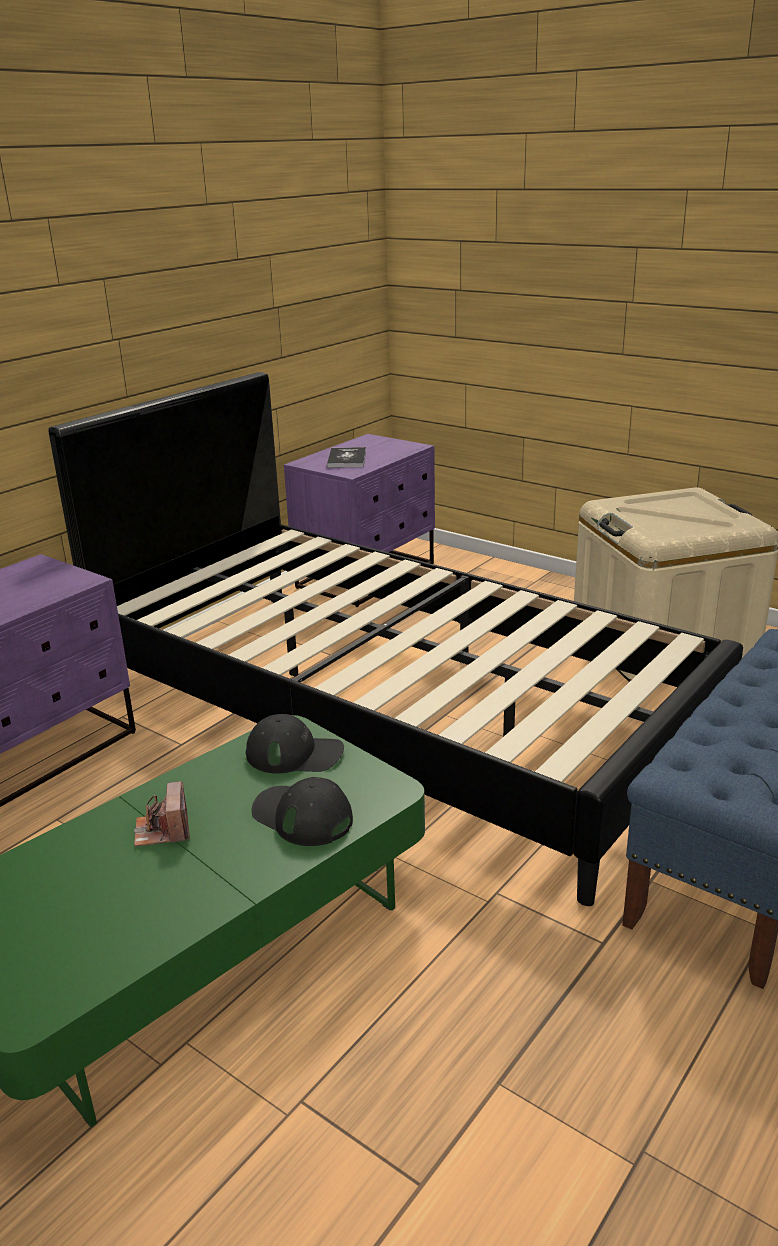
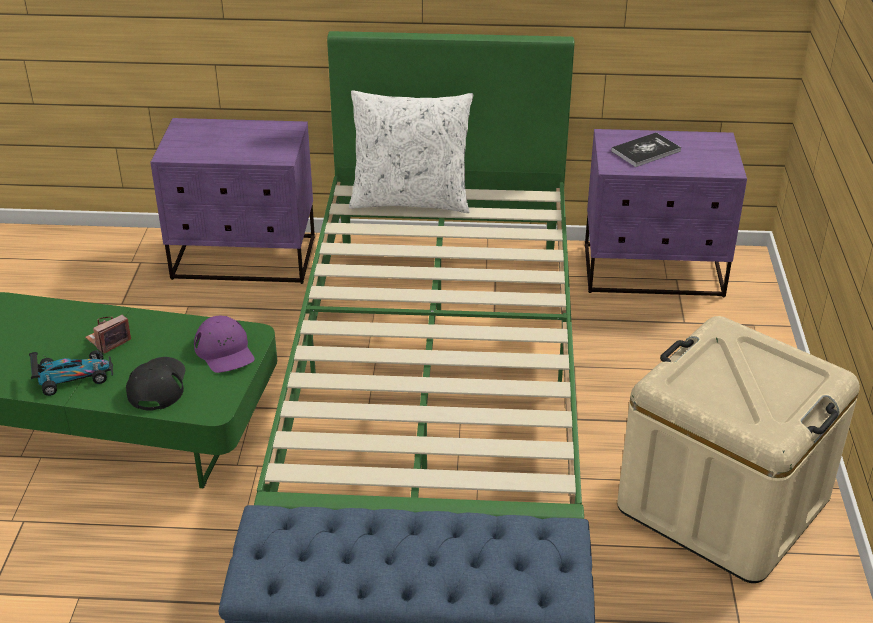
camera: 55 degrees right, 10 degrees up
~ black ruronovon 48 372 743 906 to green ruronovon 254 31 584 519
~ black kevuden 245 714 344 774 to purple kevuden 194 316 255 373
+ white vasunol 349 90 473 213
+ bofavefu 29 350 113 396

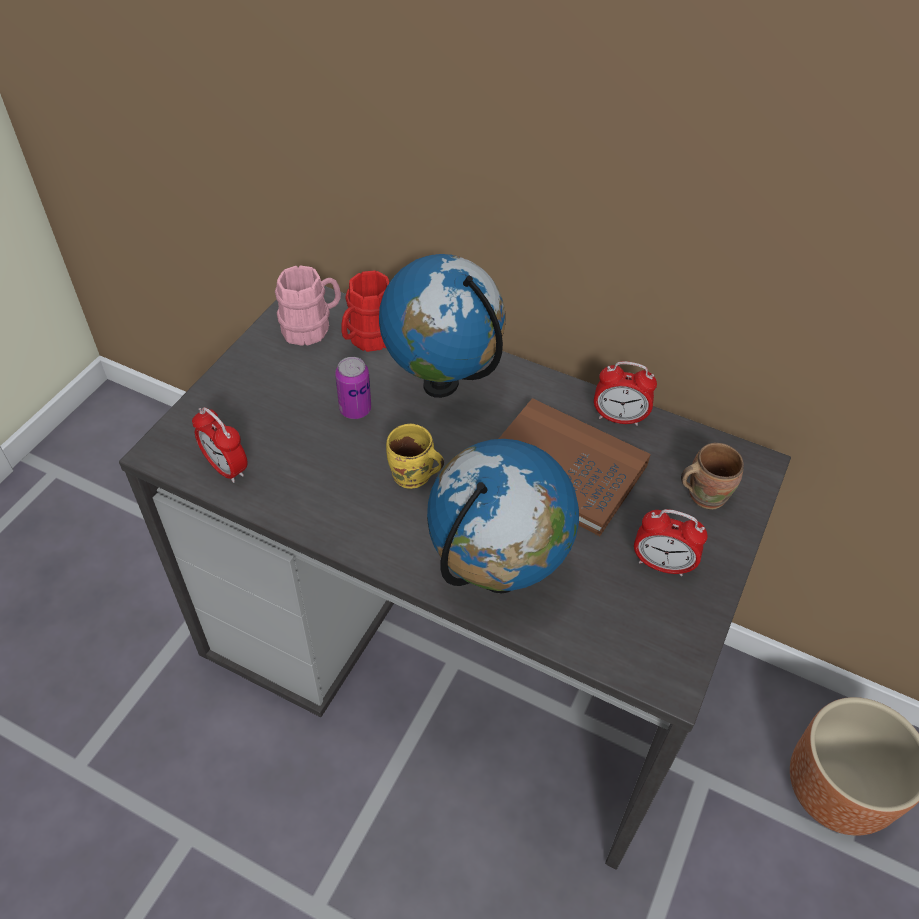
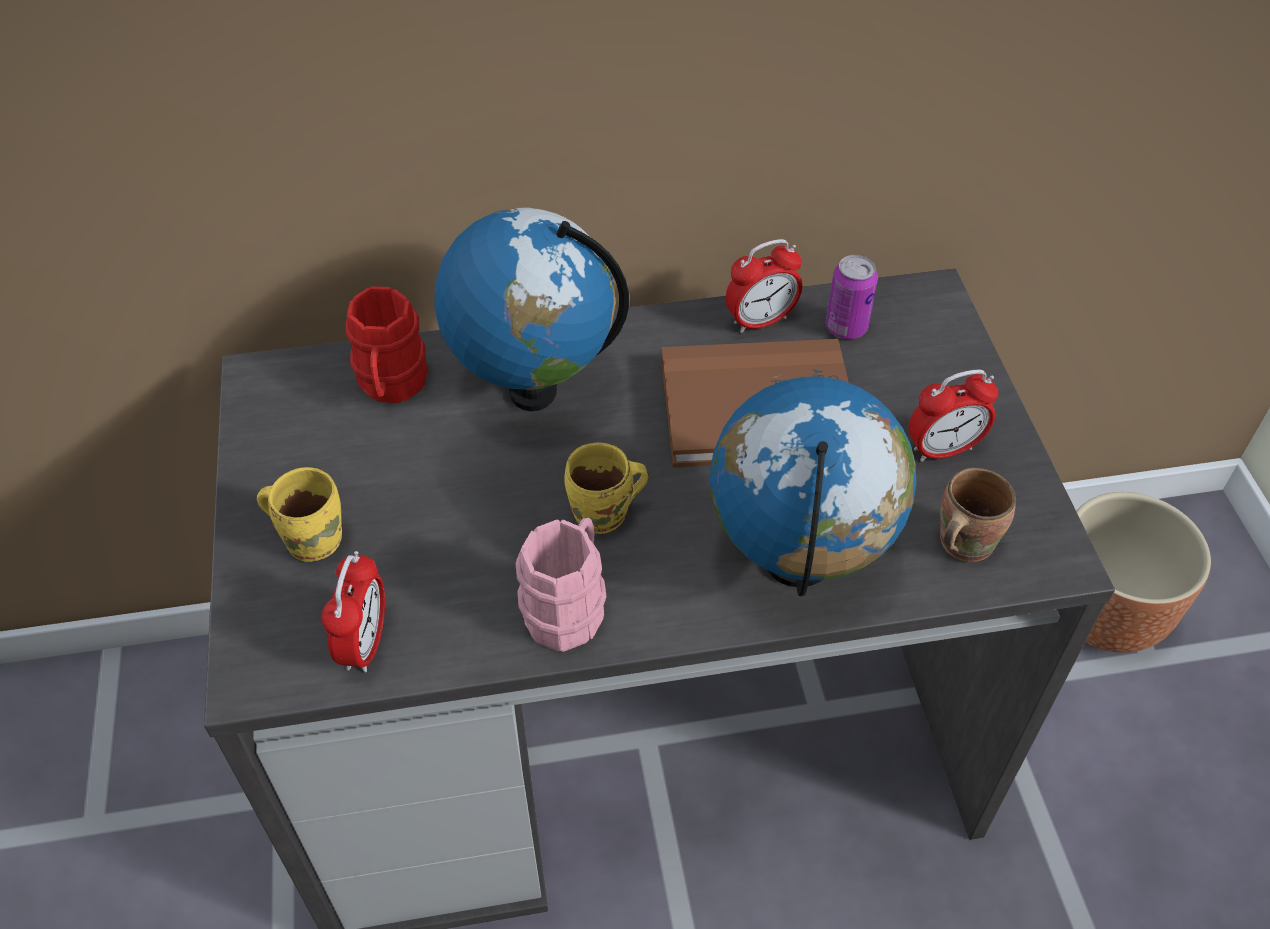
camera: 35 degrees left, 0 degrees up
~ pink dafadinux 275 265 341 346 to 516 518 606 652
~ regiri 335 357 371 419 to 826 255 878 339
~ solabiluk 192 407 248 483 = 321 551 385 673 90 degrees counterclockwise
~ brown dafadinux 681 443 744 509 to 940 468 1016 562
+ yellow dafadinux 257 467 342 562

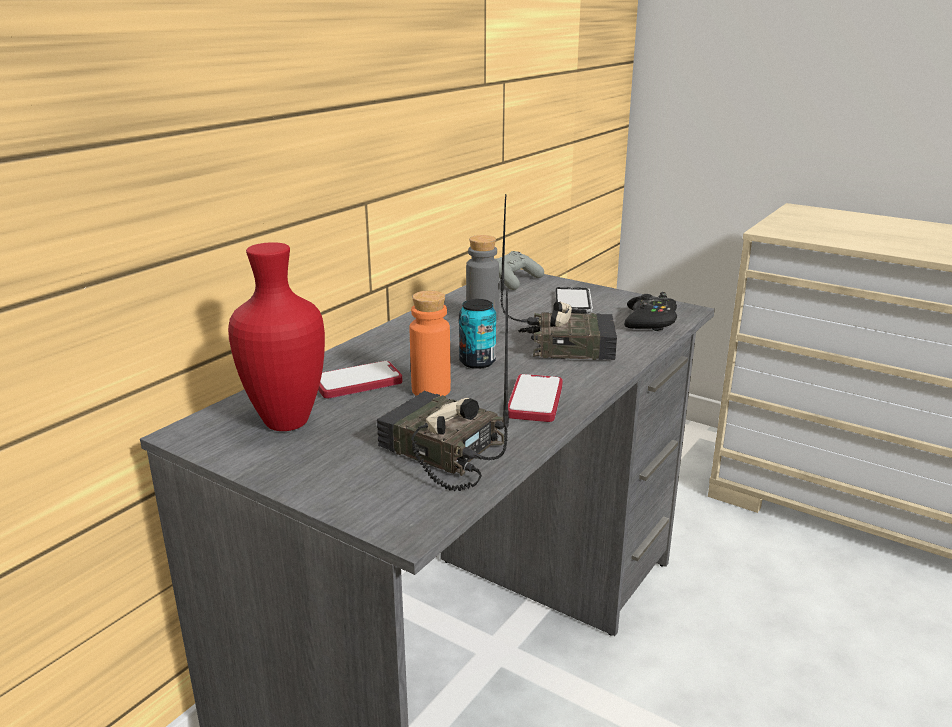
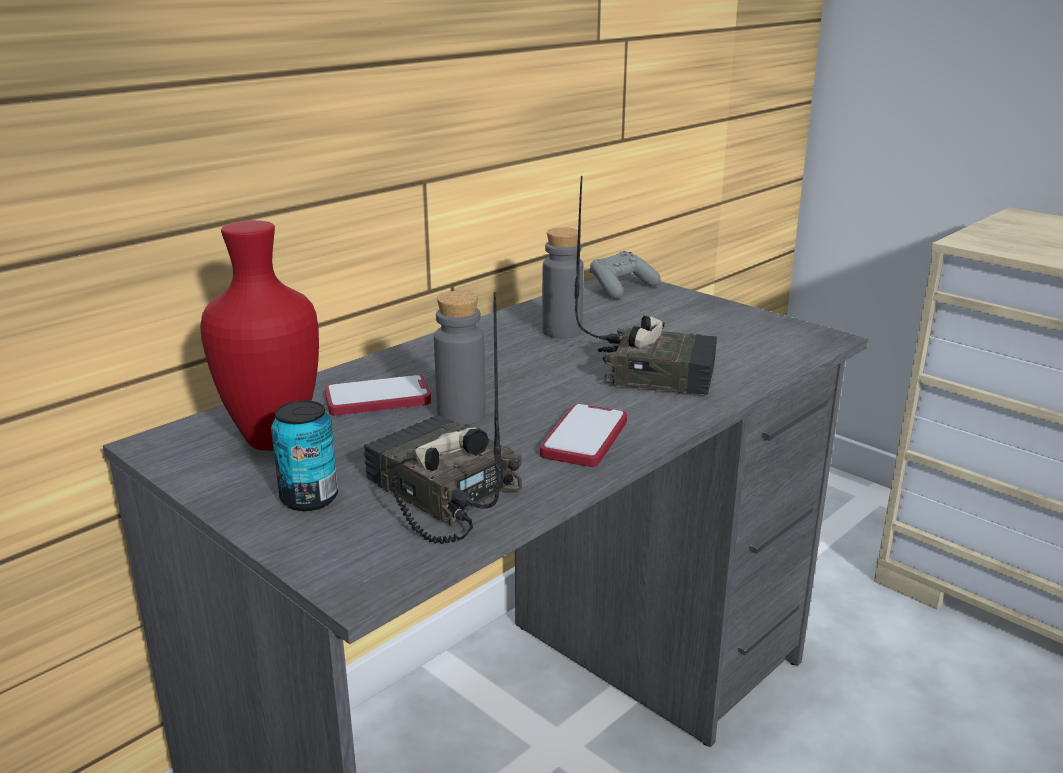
camera: 10 degrees right, 0 degrees up
- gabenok 556 287 593 314
~ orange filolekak 409 291 451 396 to grey filolekak 434 291 486 426
- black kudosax 624 292 677 331
~ regiri 459 299 496 369 to 271 400 338 511

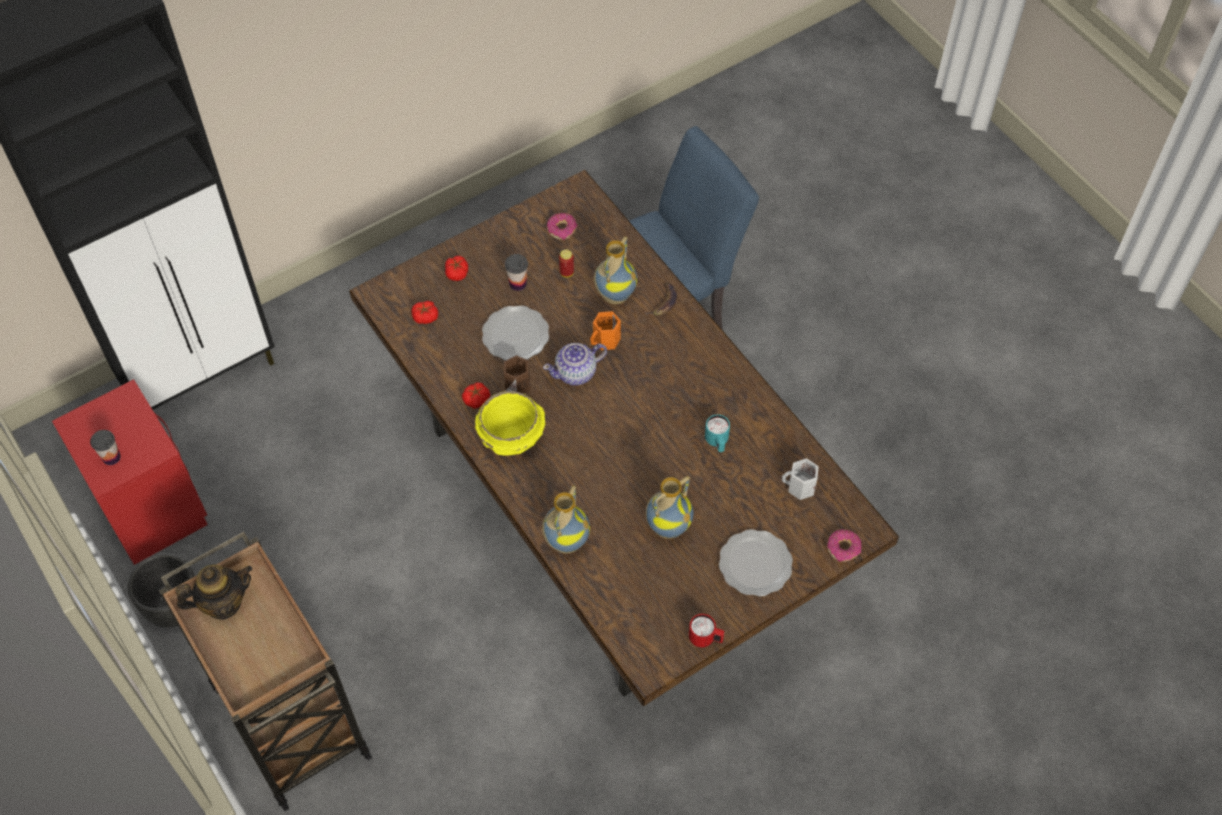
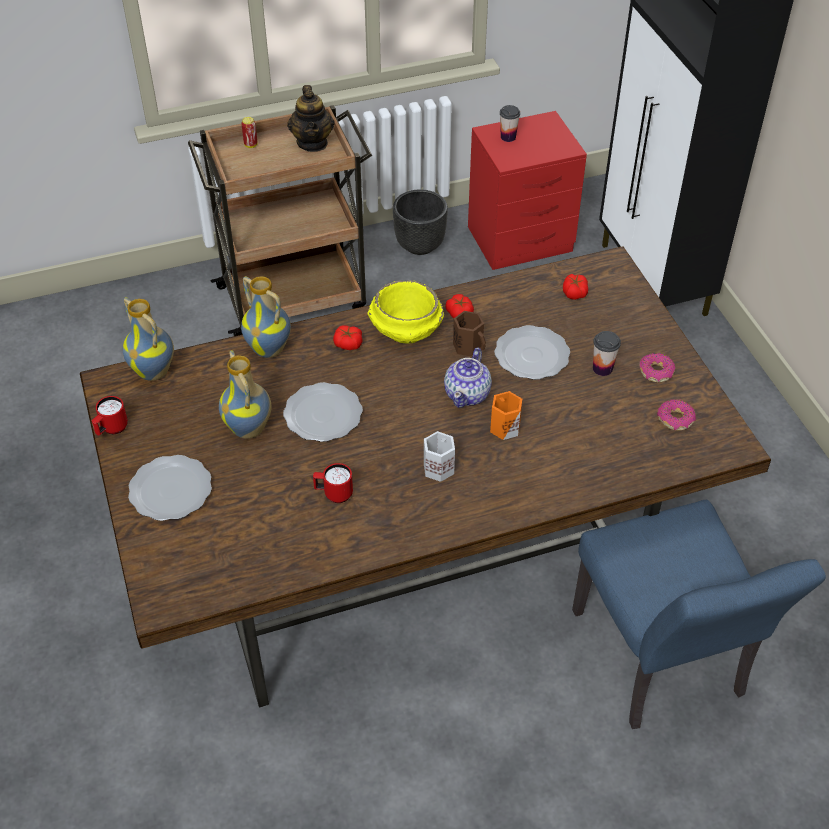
camera: 105 degrees right, 10 degrees down
~ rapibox 594 236 637 304 to 123 297 174 381
~ regiri 559 249 574 278 to 241 117 257 148
~ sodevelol 445 256 468 281 to 333 325 363 350
- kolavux 645 283 677 316
~ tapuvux 543 343 607 385 = 444 347 492 408 150 degrees counterclockwise
~ turquoise dafadinux 705 414 730 452 to red dafadinux 313 463 353 503
~ white dafadinux 782 458 819 500 to 424 431 455 482
~ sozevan 827 529 861 562 to 640 353 675 382
+ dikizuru 283 382 363 442

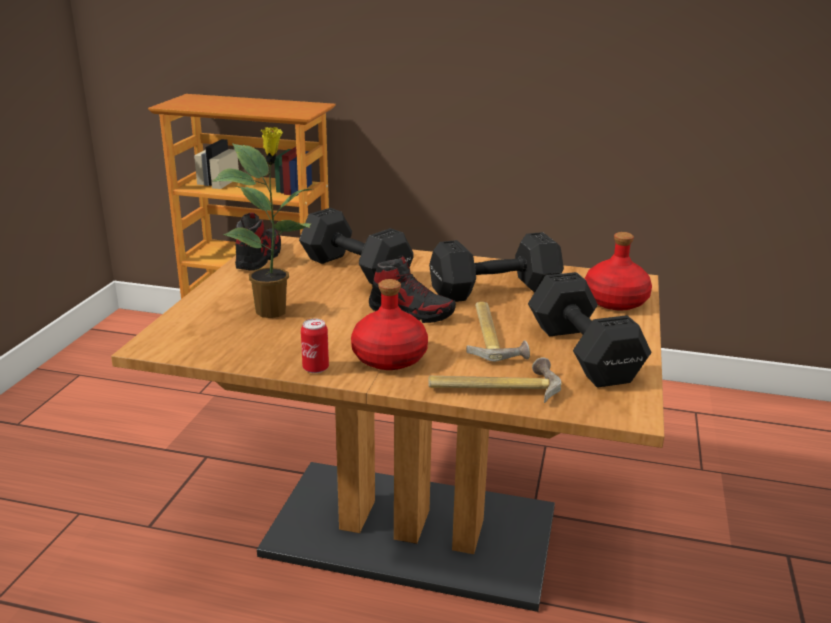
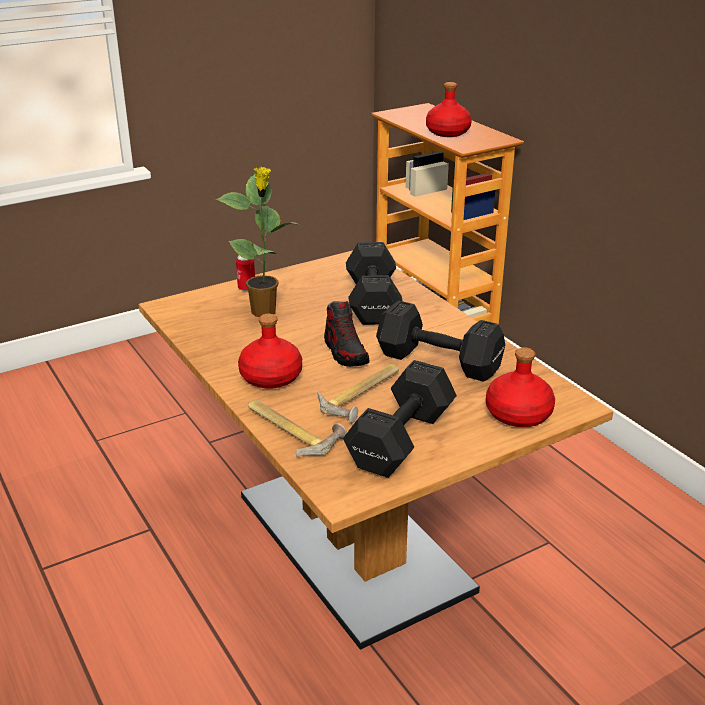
camera: 45 degrees right, 5 degrees up
- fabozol 235 213 281 271
~ regiri 301 319 329 373 to 236 255 255 291
+ red filolekak 426 82 472 137

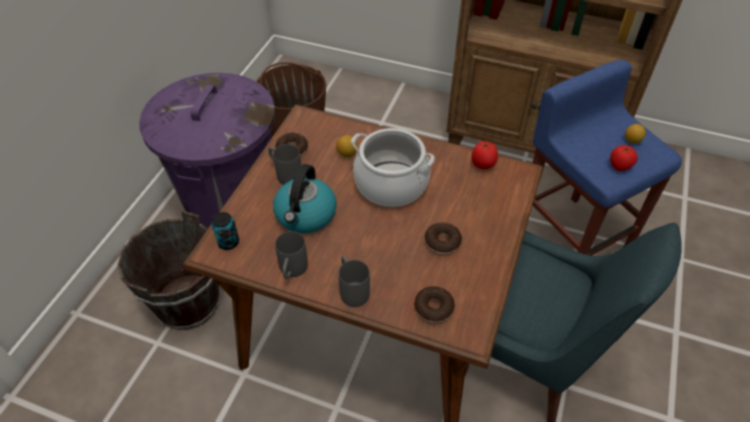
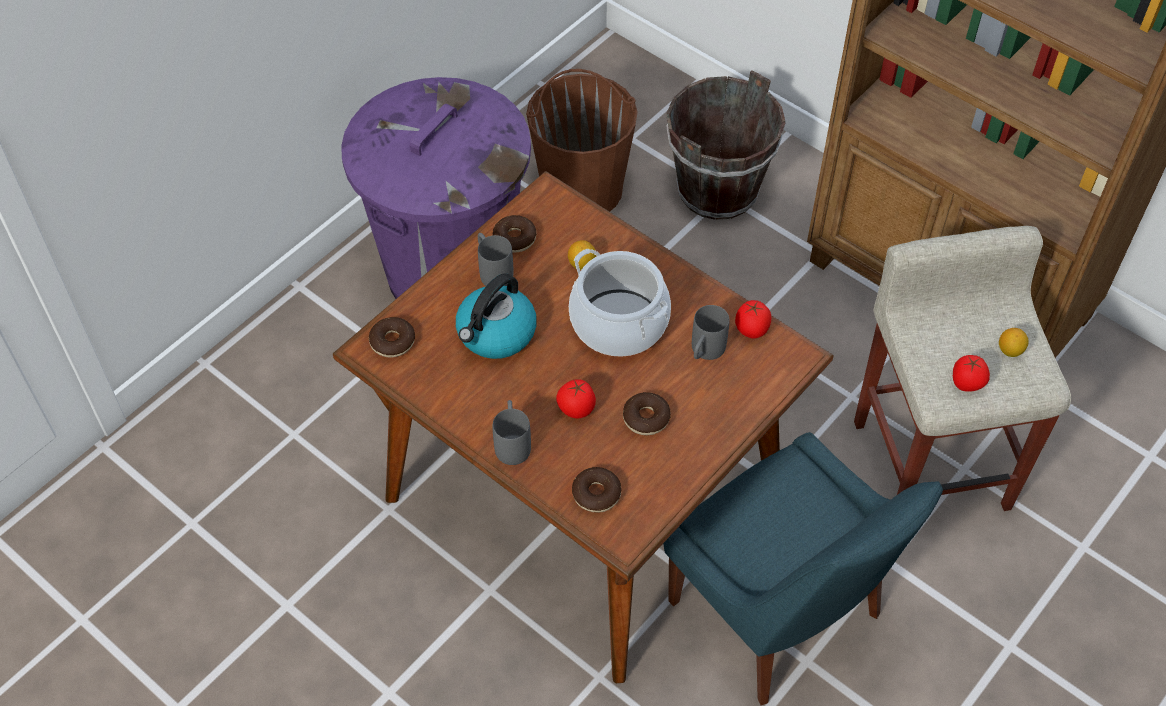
camera: 20 degrees right, 5 degrees up
~ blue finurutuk 532 60 682 256 to beige finurutuk 854 226 1071 511
~ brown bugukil 118 211 220 330 to 666 70 786 220
~ regiri 212 212 239 250 to sozevan 369 317 415 357
~ grey dafadinux 275 231 308 279 to 692 305 729 360
+ sodevelol 556 379 596 419

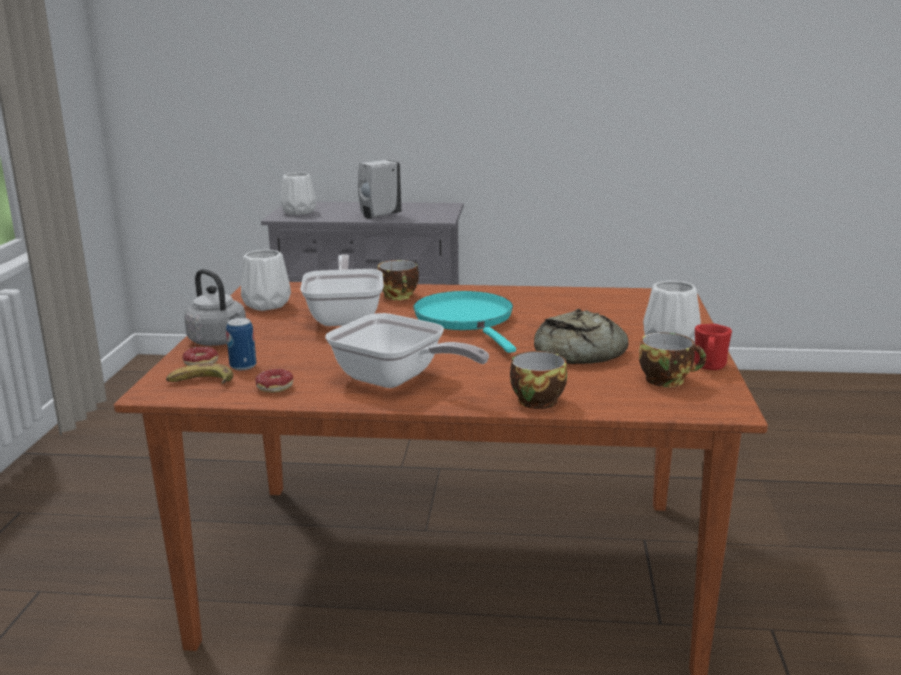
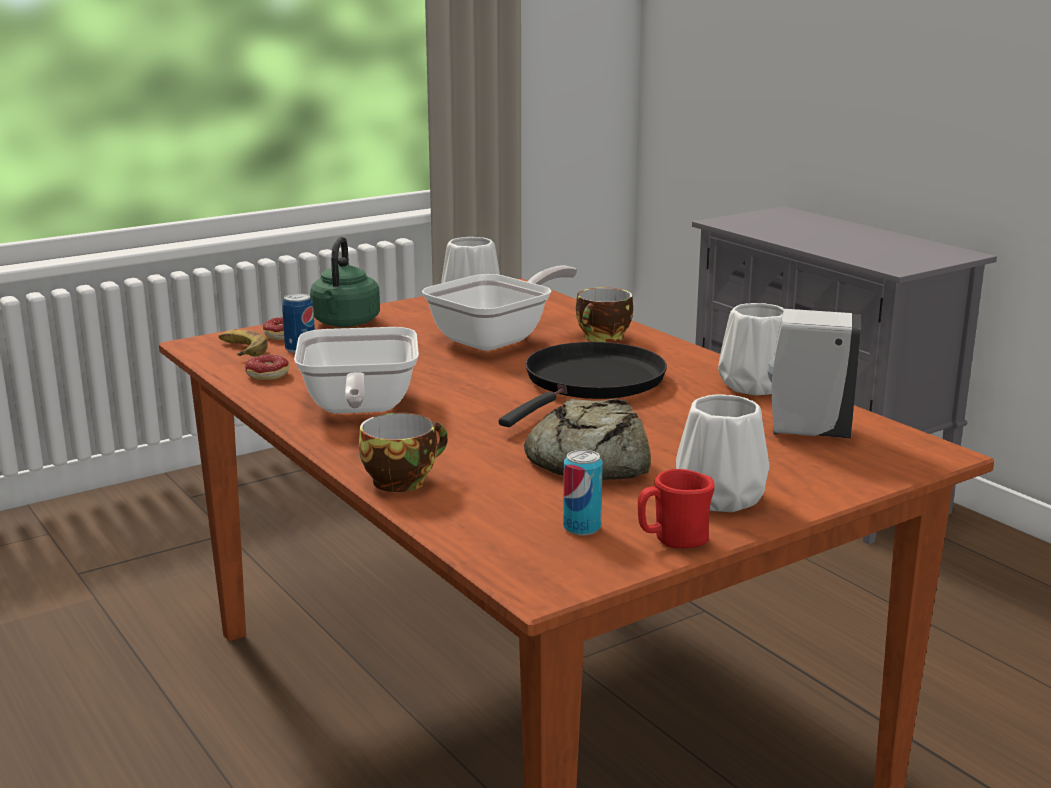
camera: 50 degrees right, 0 degrees up
~ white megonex 358 160 401 219 to 767 309 861 438
~ white rapibox 280 173 316 215 to 718 303 784 395
~ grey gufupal 184 269 246 346 to green gufupal 310 237 380 327
~ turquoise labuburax 413 291 516 353 to black labuburax 499 342 667 427
~ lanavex 639 333 706 387 to regiri 563 450 603 536

